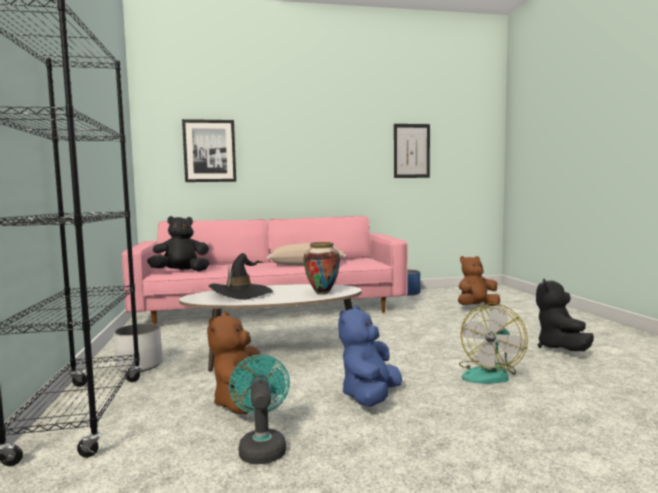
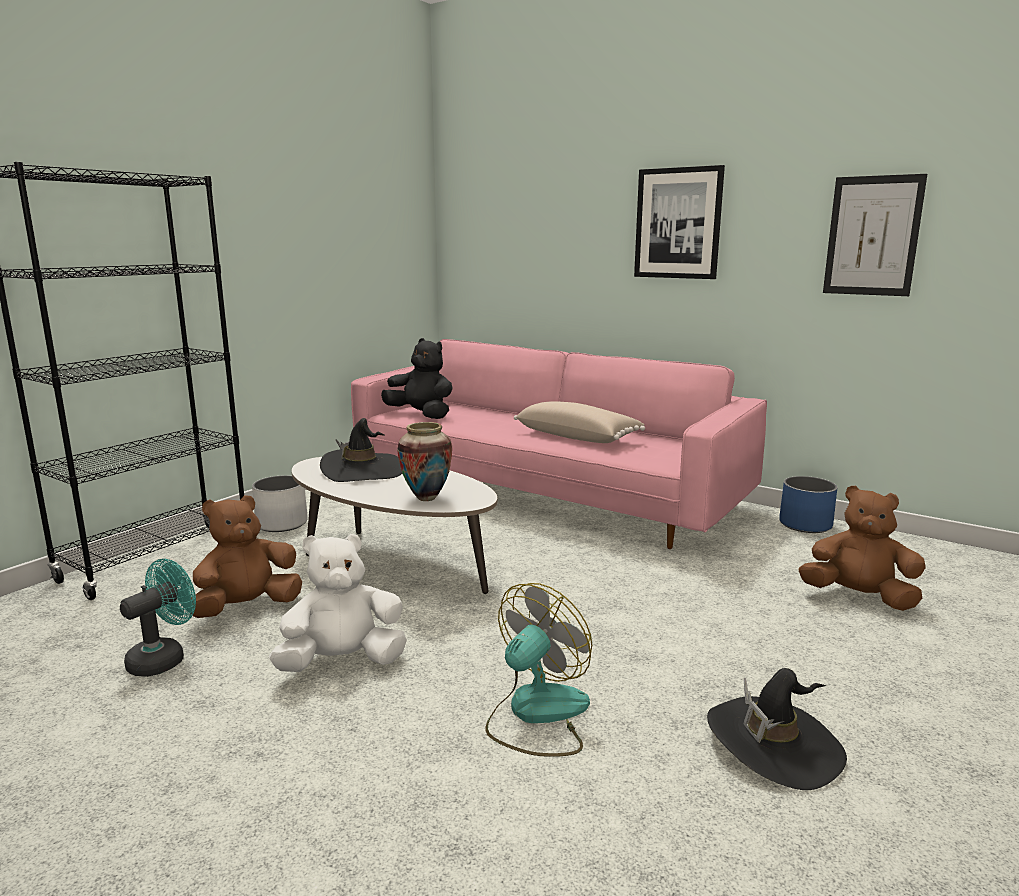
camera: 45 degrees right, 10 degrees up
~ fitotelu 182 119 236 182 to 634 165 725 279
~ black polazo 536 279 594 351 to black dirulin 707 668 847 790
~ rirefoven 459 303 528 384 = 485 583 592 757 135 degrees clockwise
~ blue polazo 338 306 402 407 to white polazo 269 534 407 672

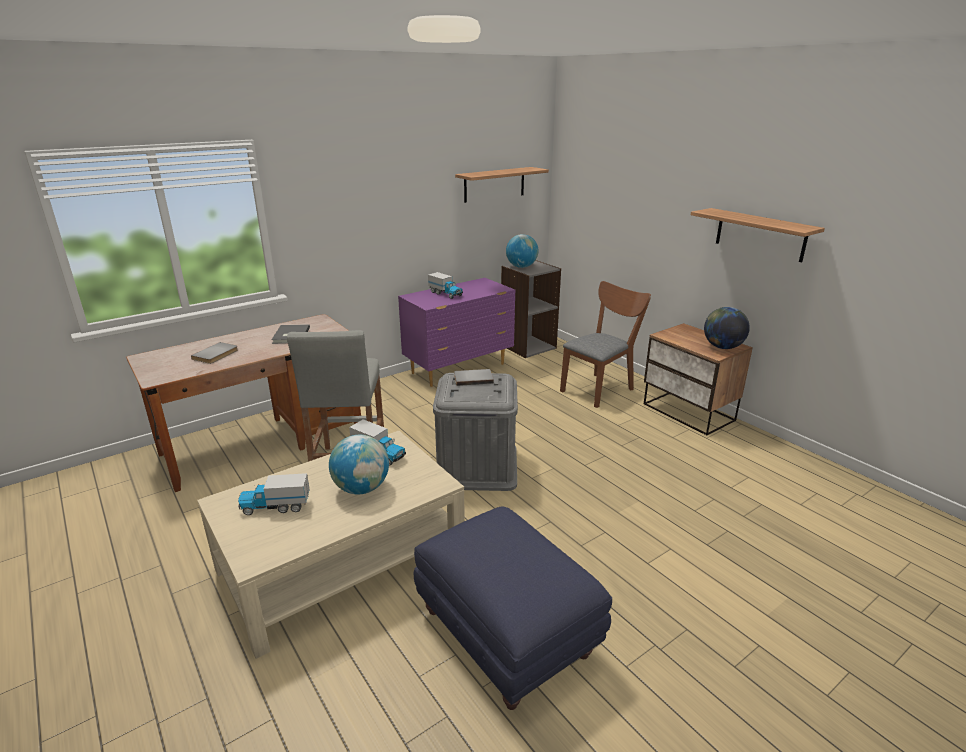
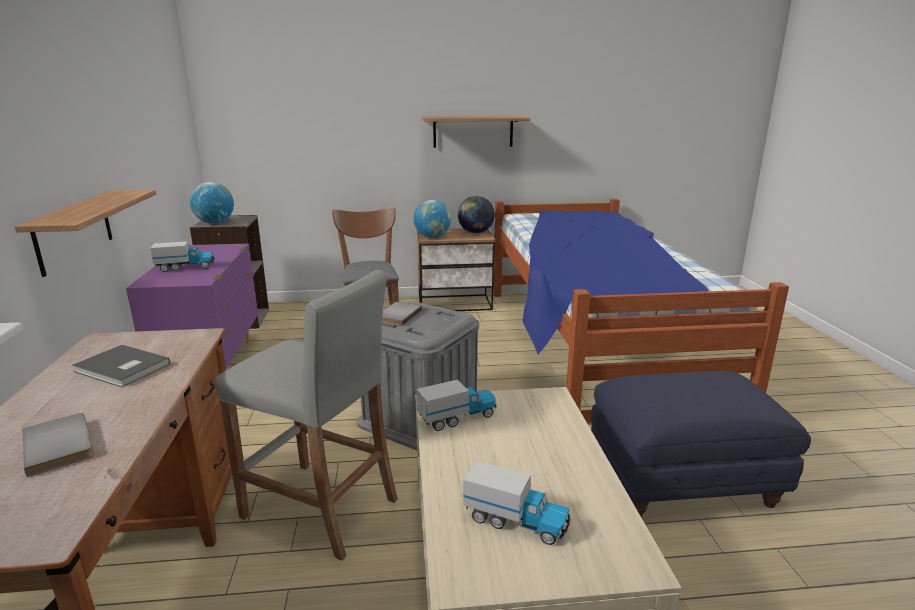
camera: 60 degrees left, 5 degrees down
~ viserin 455 167 549 203 to 14 190 156 277
~ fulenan 329 435 389 494 to 413 200 451 238
~ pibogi 238 473 310 515 = 463 461 571 545 90 degrees counterclockwise
+ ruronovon 493 199 789 424

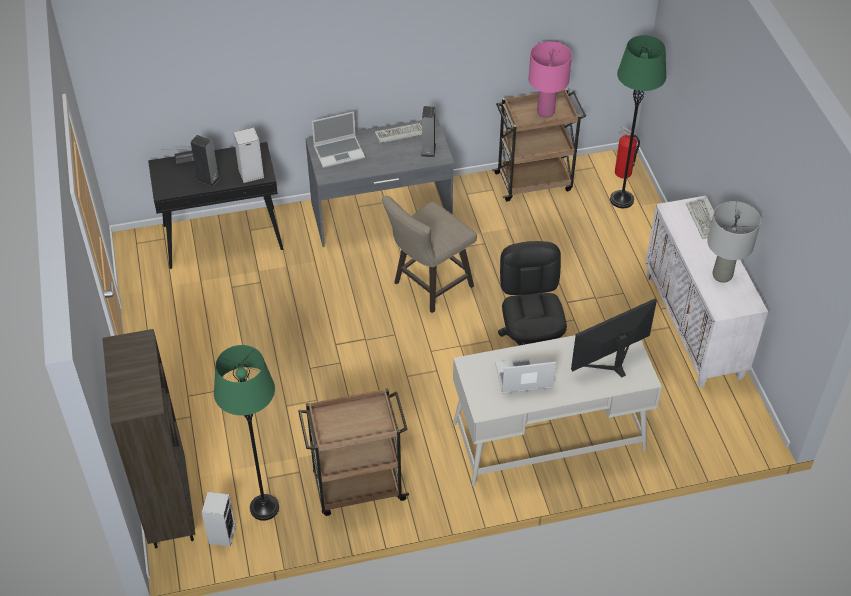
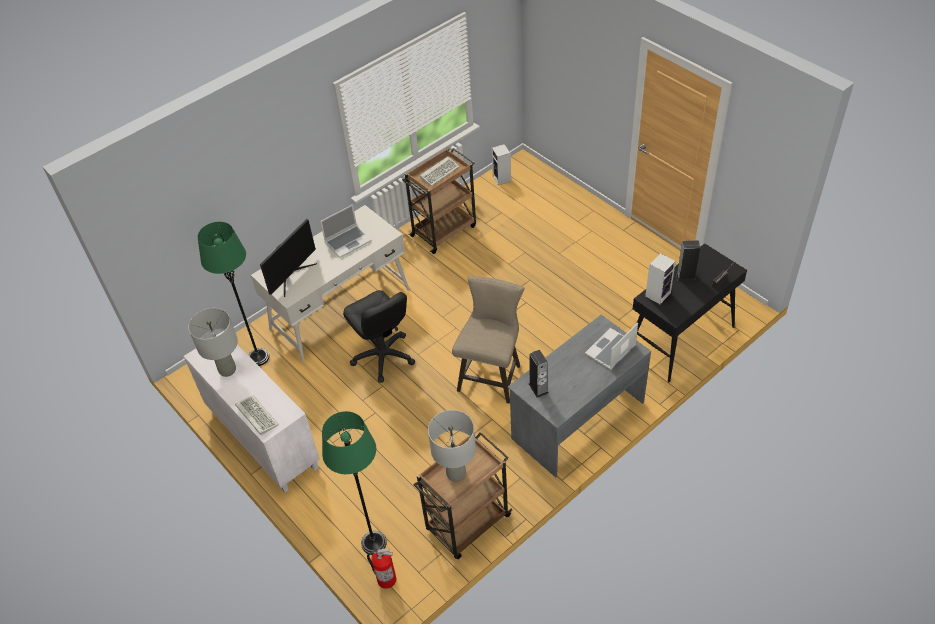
camera: 155 degrees right, 0 degrees up
~ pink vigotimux 529 41 572 118 to grey vigotimux 428 410 476 482
~ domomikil 375 123 422 144 to 420 157 460 186
- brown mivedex 102 329 195 548
~ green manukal 214 345 279 521 to 198 222 269 366

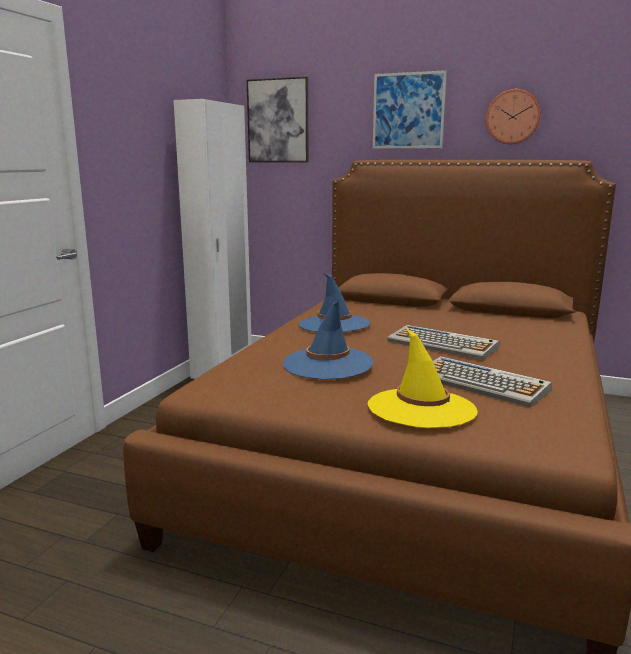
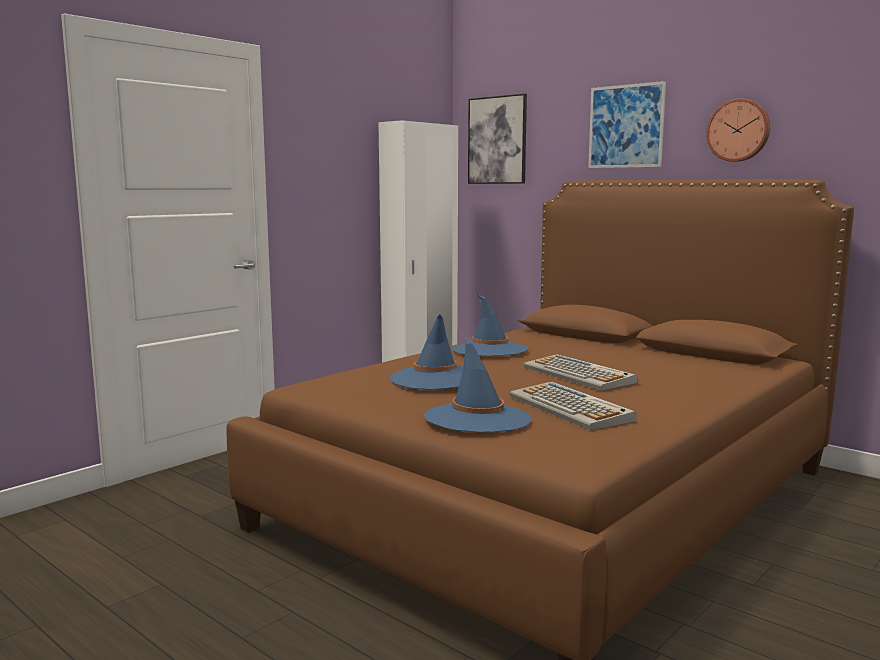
camera: 20 degrees right, 5 degrees down
~ yellow dirulin 367 328 478 428 to blue dirulin 424 337 532 433

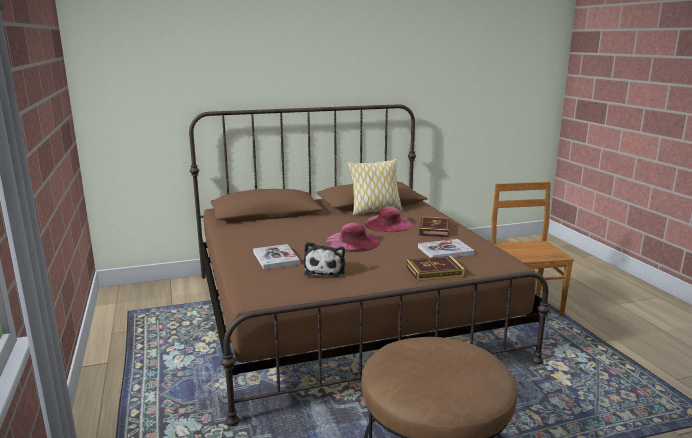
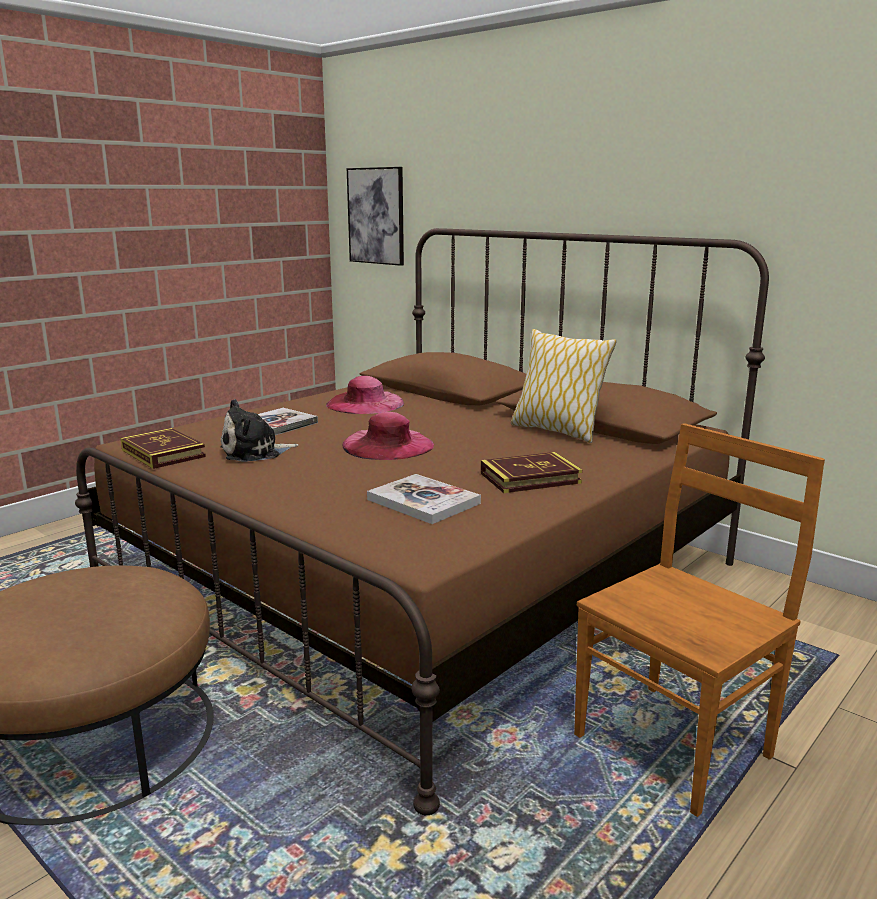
camera: 60 degrees right, 0 degrees up
~ pink dirulin 365 207 413 232 to 326 376 404 414
~ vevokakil 406 256 465 281 to 121 428 206 469
+ fitotelu 347 167 404 266

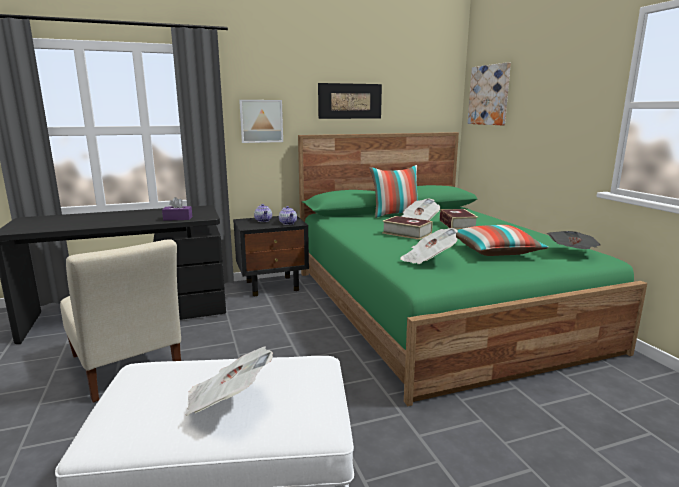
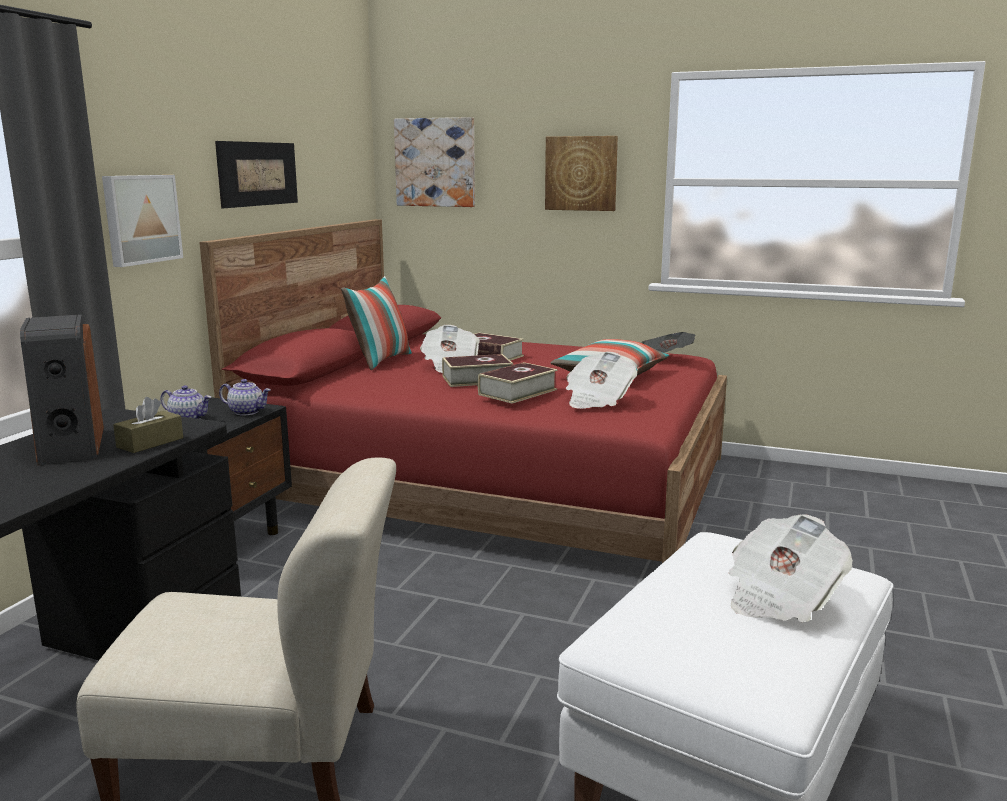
camera: 50 degrees left, 0 degrees up
~ green ruronovon 298 132 647 406 to red ruronovon 199 219 727 563
~ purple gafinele 162 197 192 221 to brown gafinele 113 397 183 453
+ fitotelu 545 136 618 211
+ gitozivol 20 314 104 465
+ vevokakil 478 362 557 404

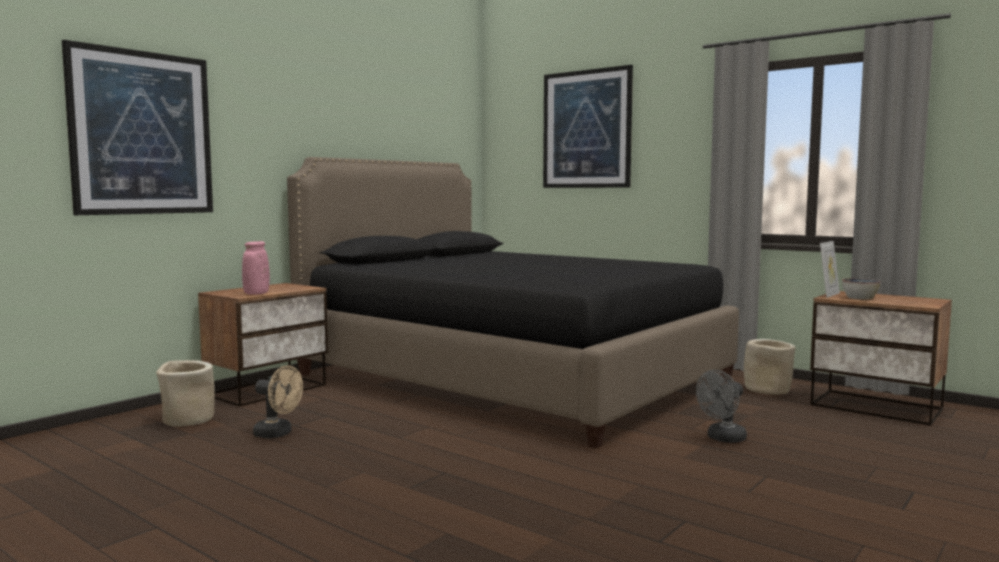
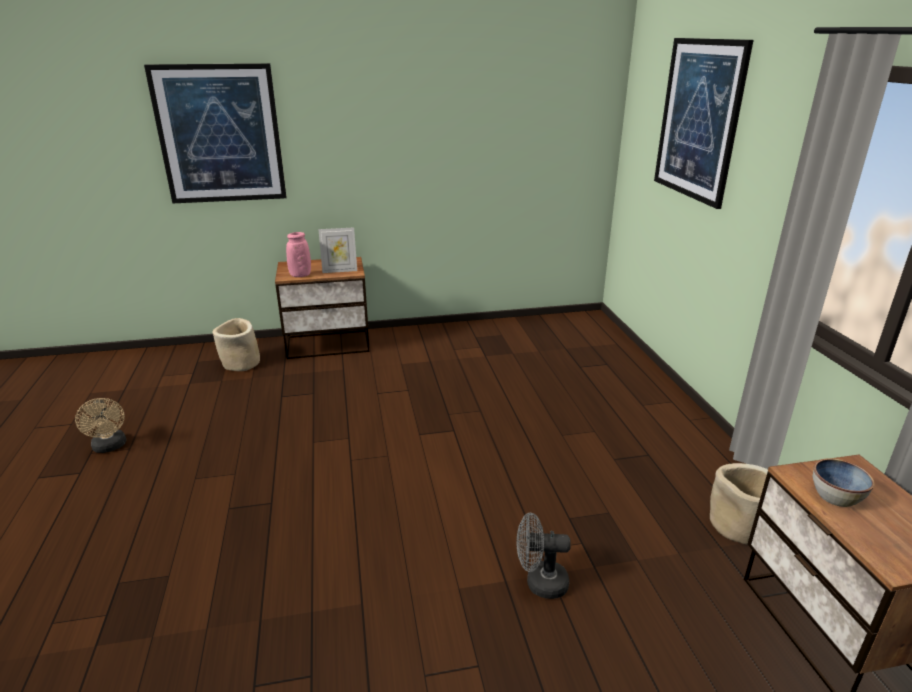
camera: 40 degrees right, 20 degrees up
- black ruronovon 287 157 739 448
~ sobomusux 820 241 840 298 to 318 227 357 273
~ beige rirefoven 253 365 303 438 to 75 398 126 453

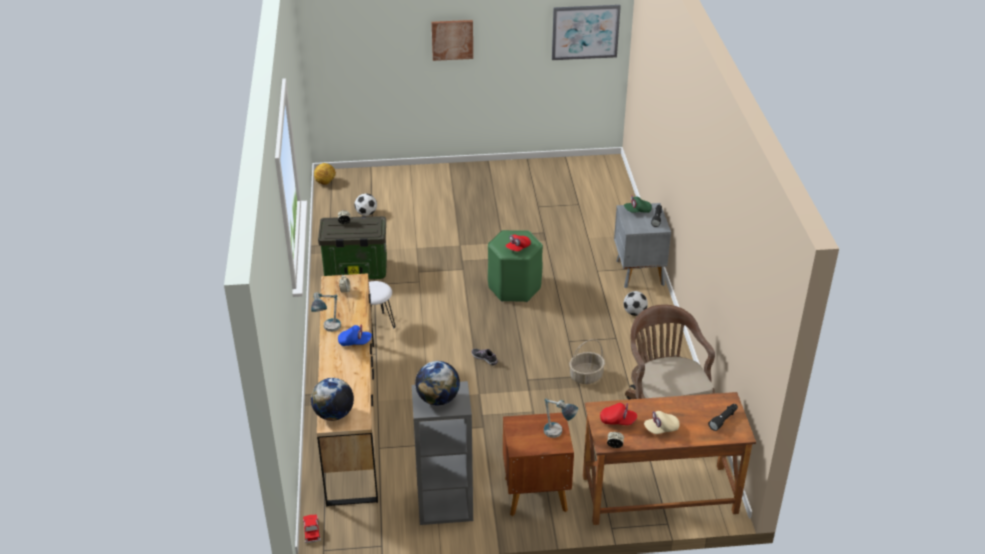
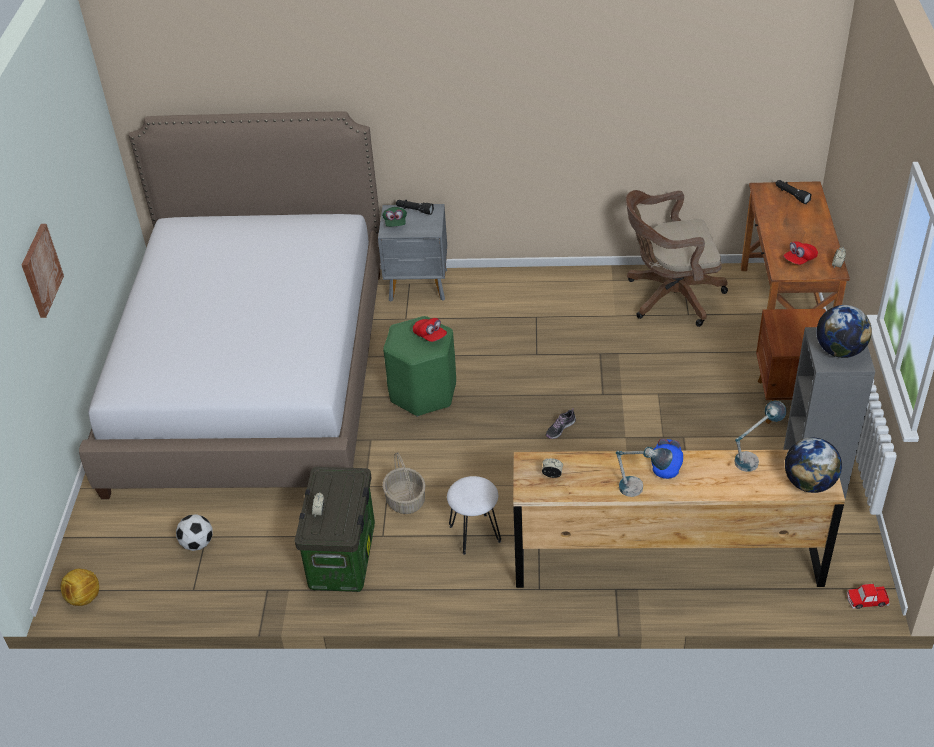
camera: 80 degrees left, 5 degrees up
- fitotelu 552 5 621 60
- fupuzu 624 291 648 316
~ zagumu 569 339 605 384 to 382 452 425 514
~ vigotimux 544 399 578 438 to 734 400 787 472
~ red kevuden 600 403 637 425 = 783 241 818 265 150 degrees counterclockwise
- beige kevuden 644 411 680 434
+ ruronovon 79 111 381 499

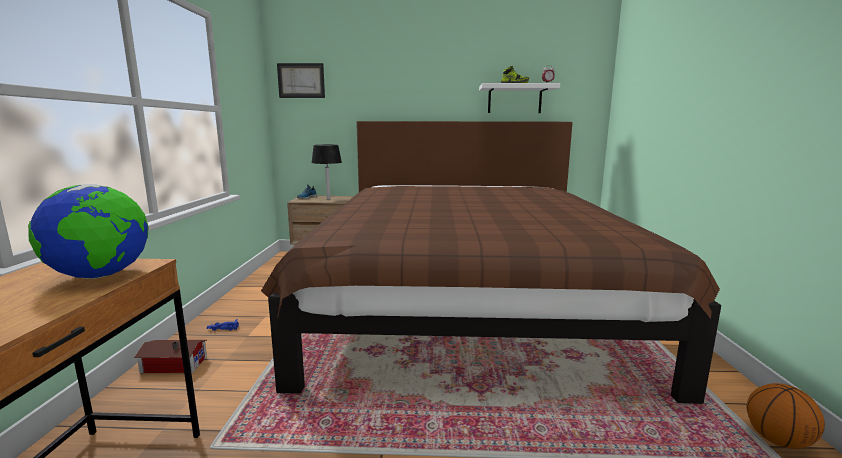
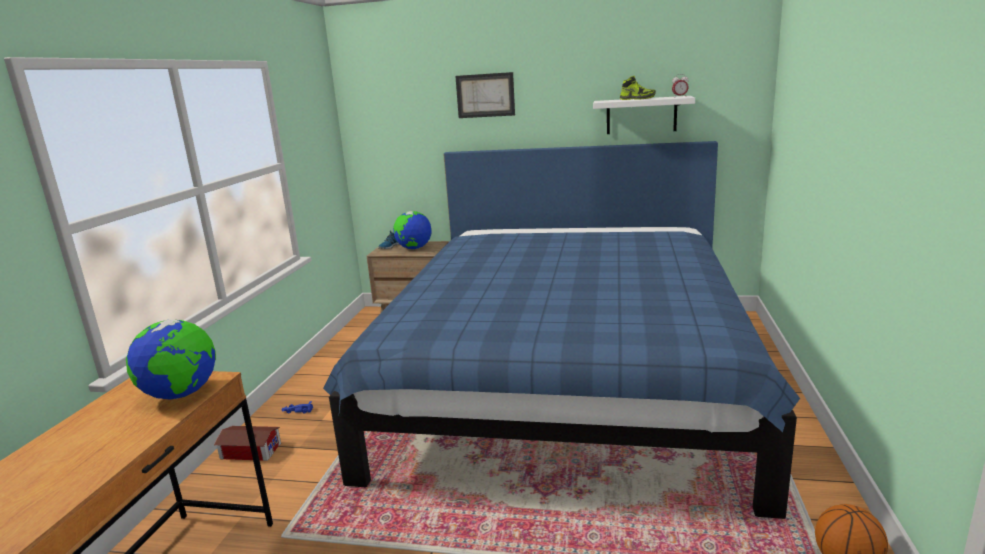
camera: 10 degrees right, 5 degrees up
~ fitotelu 277 63 325 98 to 455 72 515 118
~ brown ruronovon 261 121 721 404 to blue ruronovon 323 141 800 519
~ black vigotimux 311 145 342 200 to fulenan 393 211 431 250

